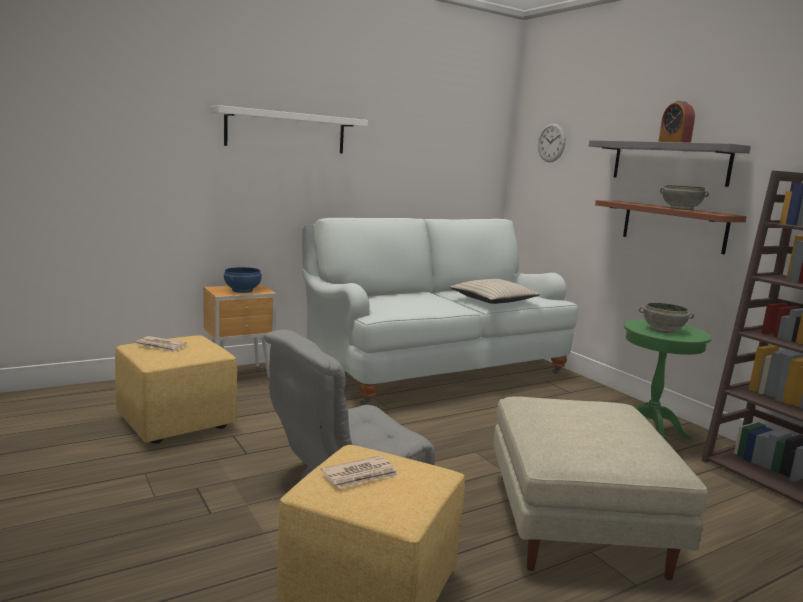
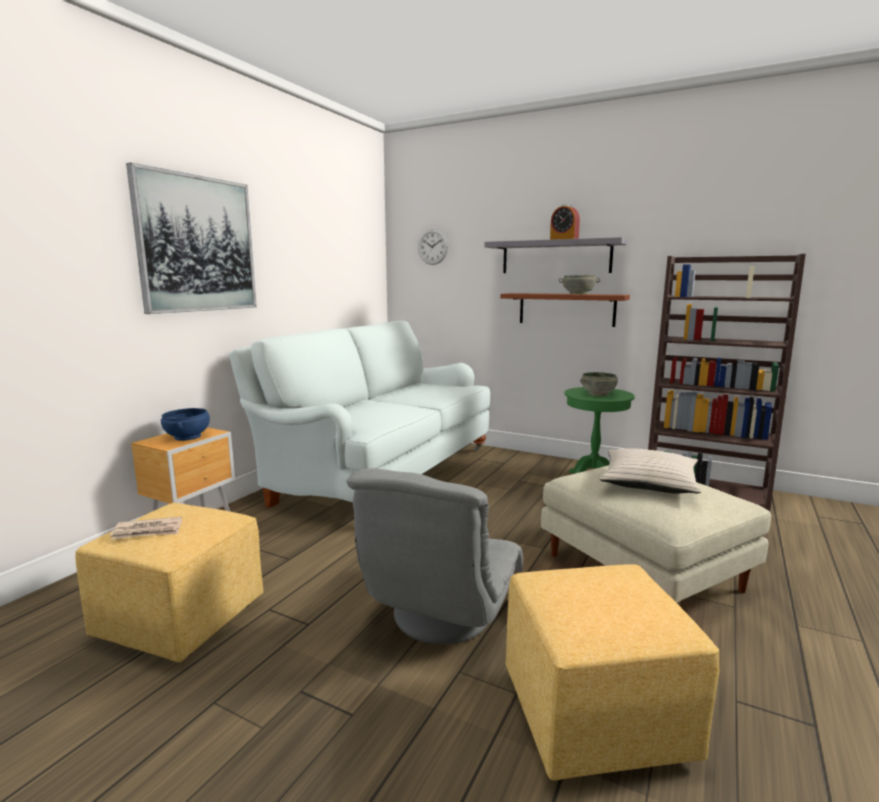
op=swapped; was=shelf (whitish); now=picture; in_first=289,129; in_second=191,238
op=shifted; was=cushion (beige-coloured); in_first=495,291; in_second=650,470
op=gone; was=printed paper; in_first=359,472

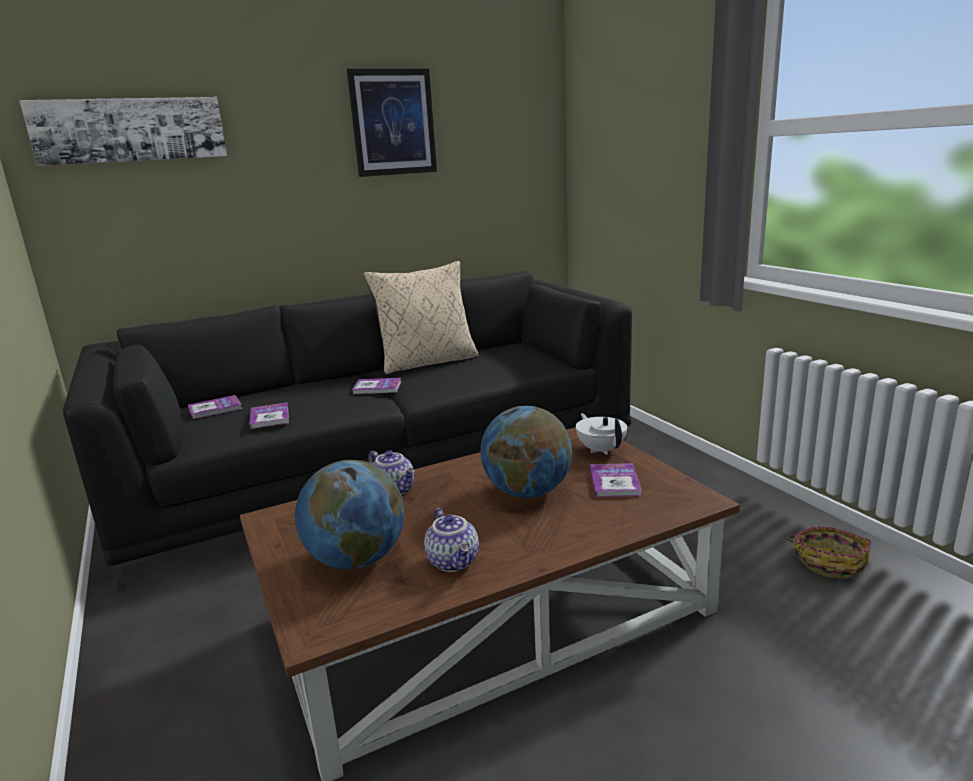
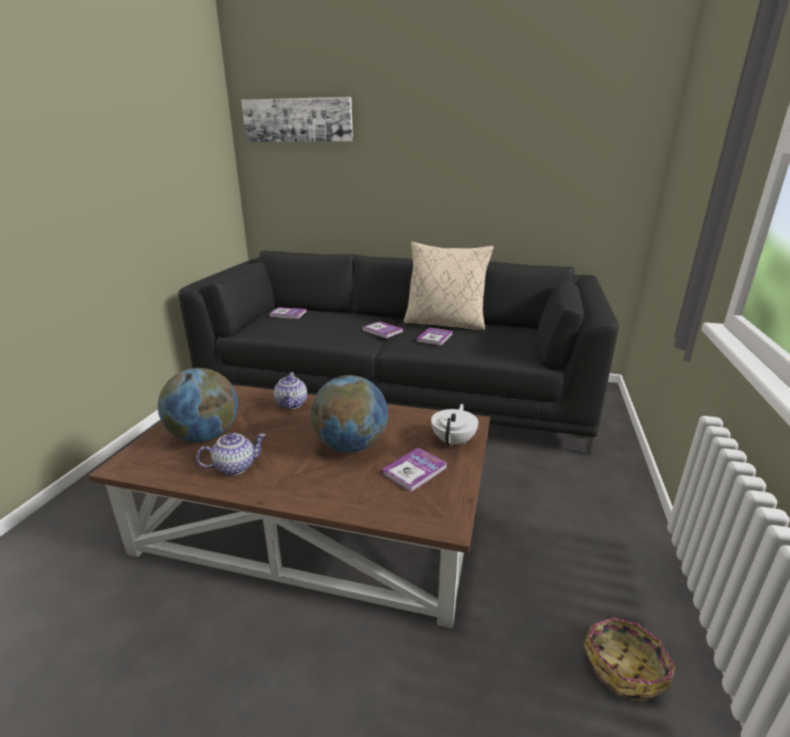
op=gone; was=picture; in_first=392,123
op=shifted; was=book; in_first=269,416; in_second=434,336
op=rotated; was=tea pot; in_first=451,540; in_second=231,454; clockwise=-135

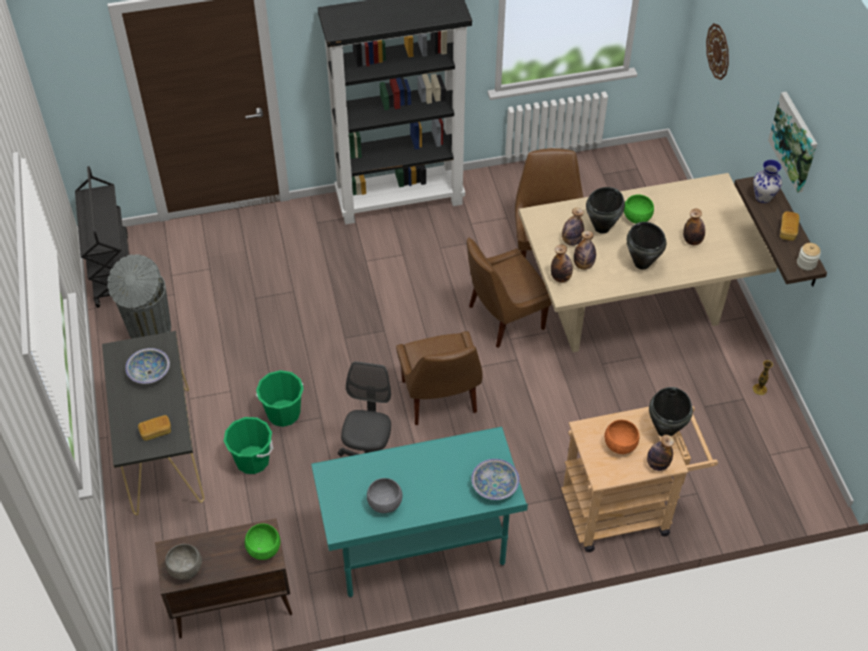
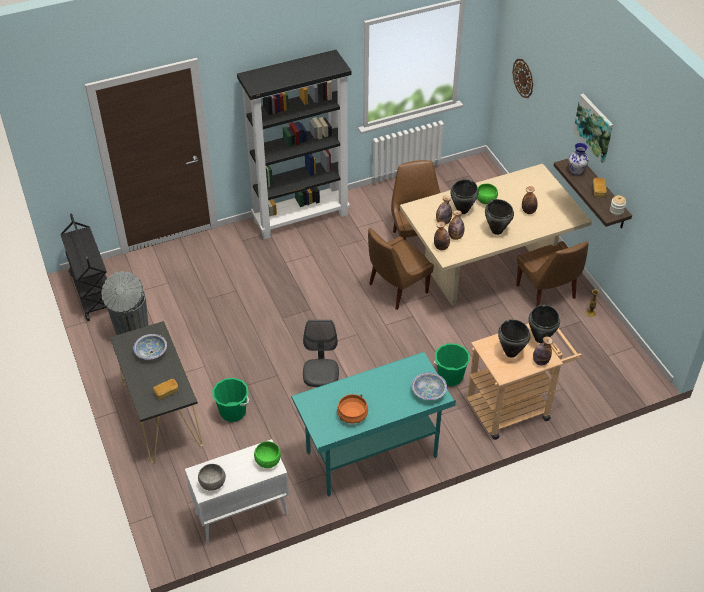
op=shifted; was=plain chair (brownish); in_first=439,378; in_second=552,274
op=shifted; was=pail (green); in_first=280,398; in_second=452,364
op=swapped; was=deep dish (orange-coloured); now=stockpot (blackish); in_first=621,437; in_second=514,338
op=swapped; was=deep dish (grey); now=stockpot (orange-coloured); in_first=385,495; in_second=352,409
op=repainted; was=cupboard (brownish); now=cupboard (whitish); in_first=223,578; in_second=237,491

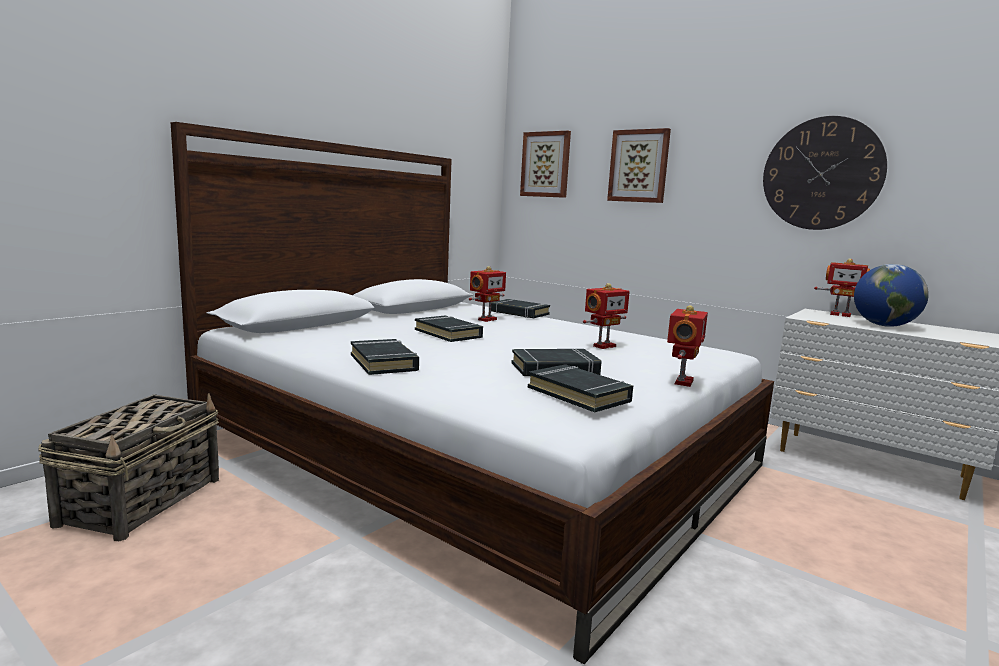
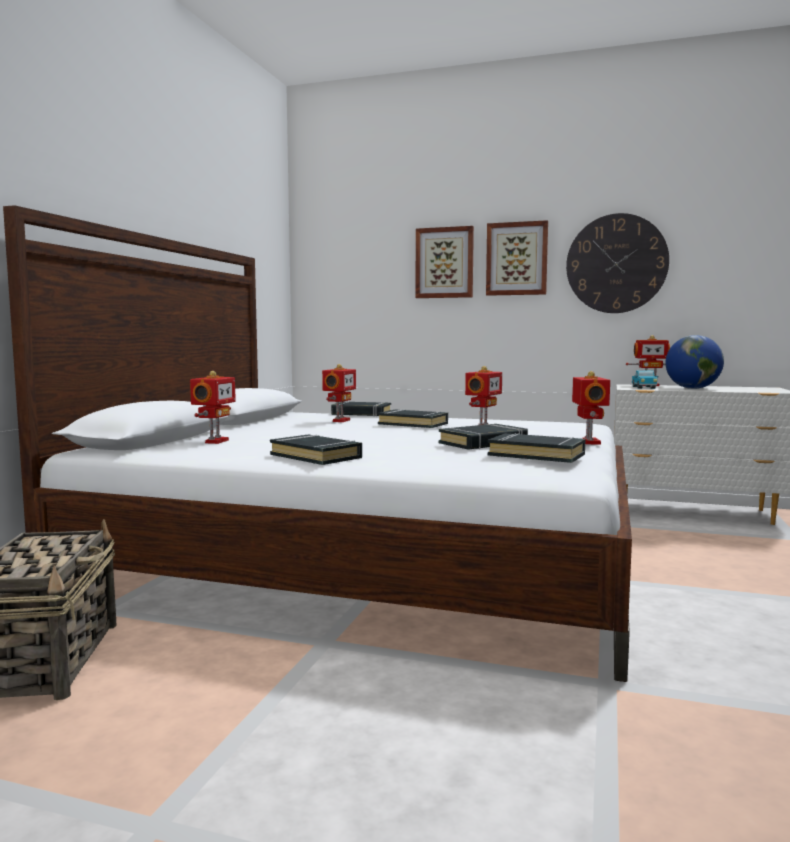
op=shifted; was=picture; in_first=545,164; in_second=517,258
op=shifted; was=book (blackish); in_first=449,329; in_second=413,418
op=new; now=model truck; in_second=645,379
op=new; now=toy robot; in_second=213,407

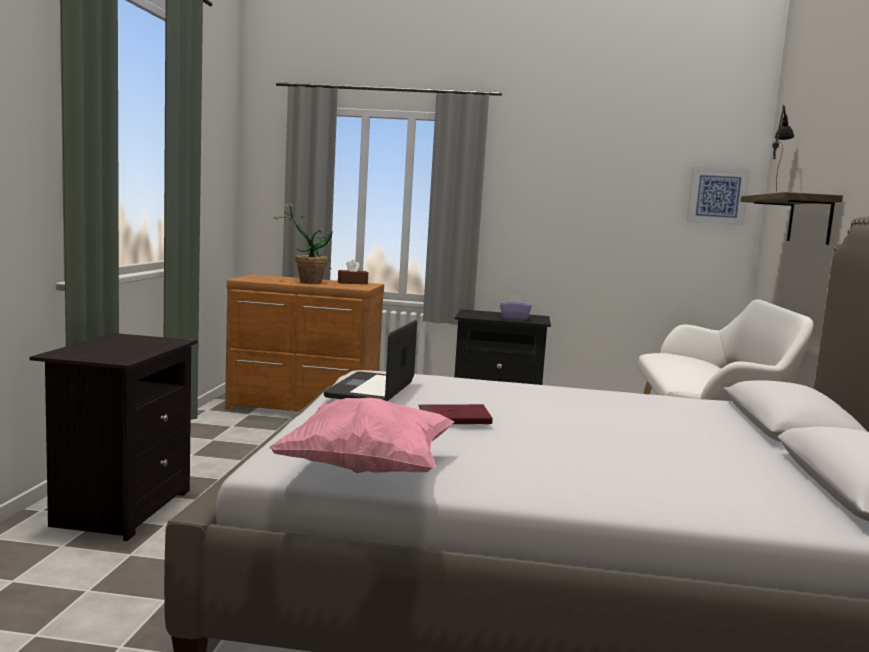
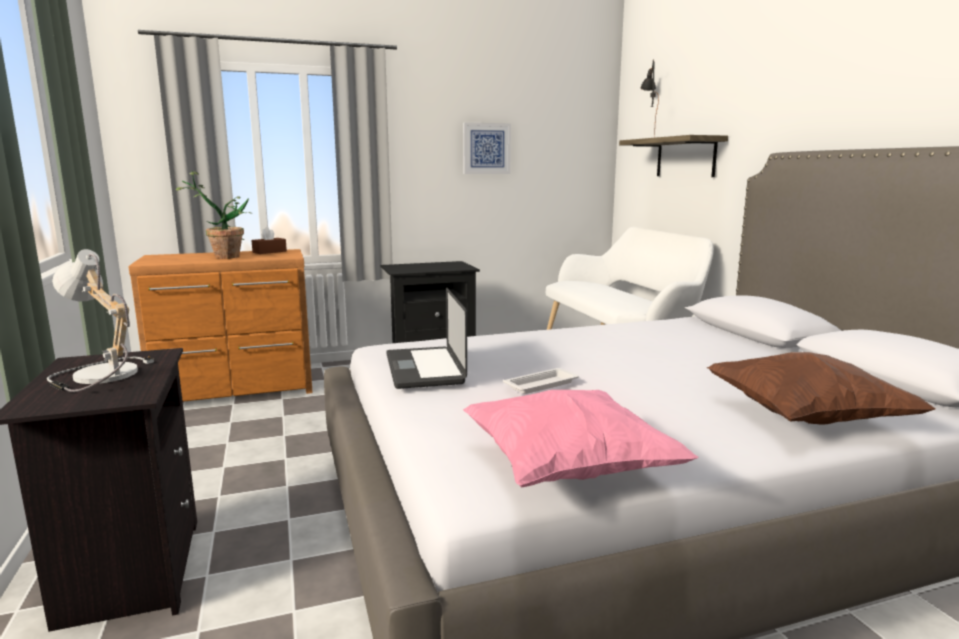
op=shifted; was=picture; in_first=718,196; in_second=487,148
op=gone; was=tissue holder (purple-coloured); in_first=516,307
op=swapped; was=book (reddish); now=carrying tray (whitish); in_first=455,414; in_second=541,381
op=new; now=tabletop lamp; in_second=100,320
op=new; now=cushion (brownish); in_second=821,388

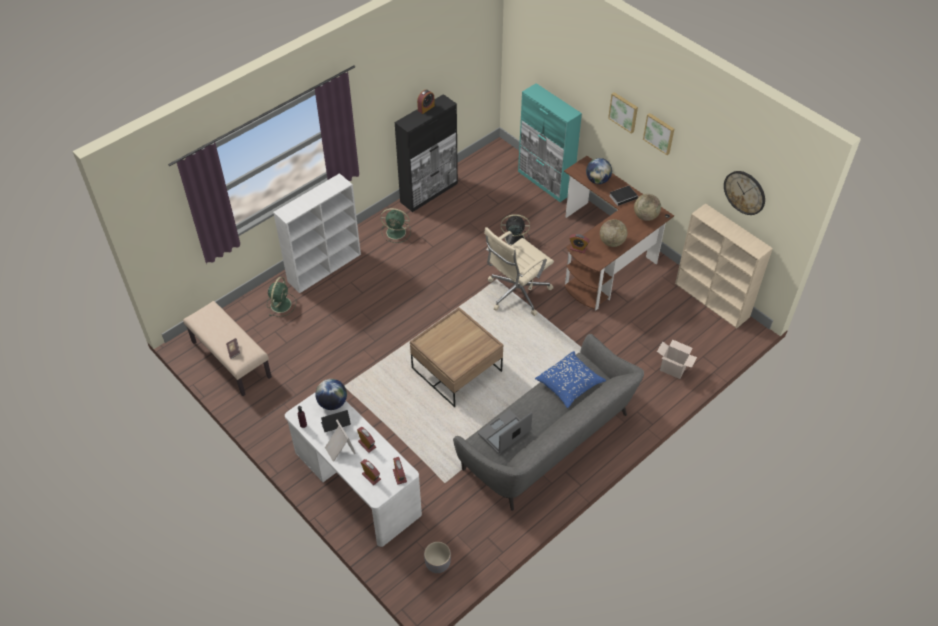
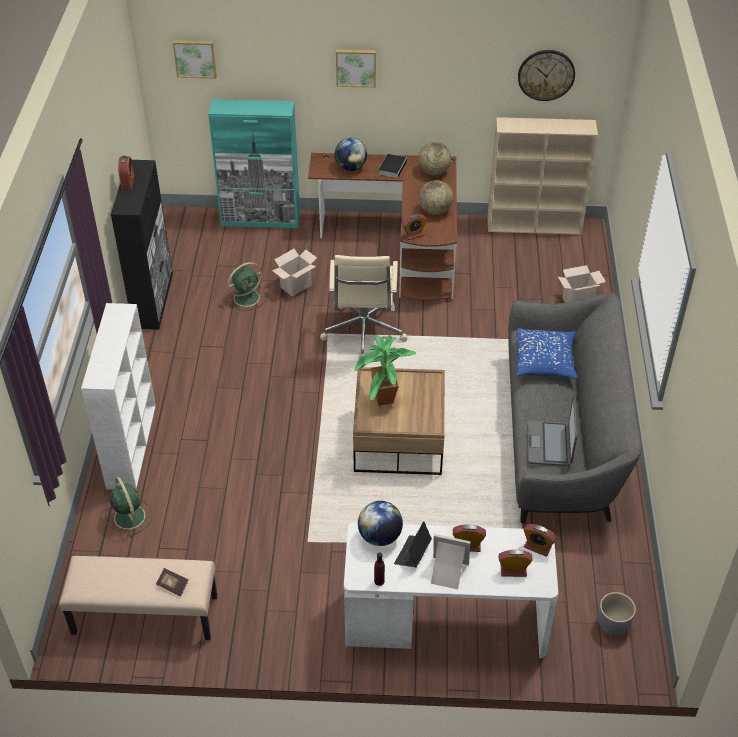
op=shifted; was=picture; in_first=658,134; in_second=195,59
op=shifted; was=cooling fan (green); in_first=396,225; in_second=246,286
op=swapped; was=cooling fan (blackish); now=cardboard box; in_first=515,229; in_second=294,273
op=new; now=houseplant; in_second=385,370

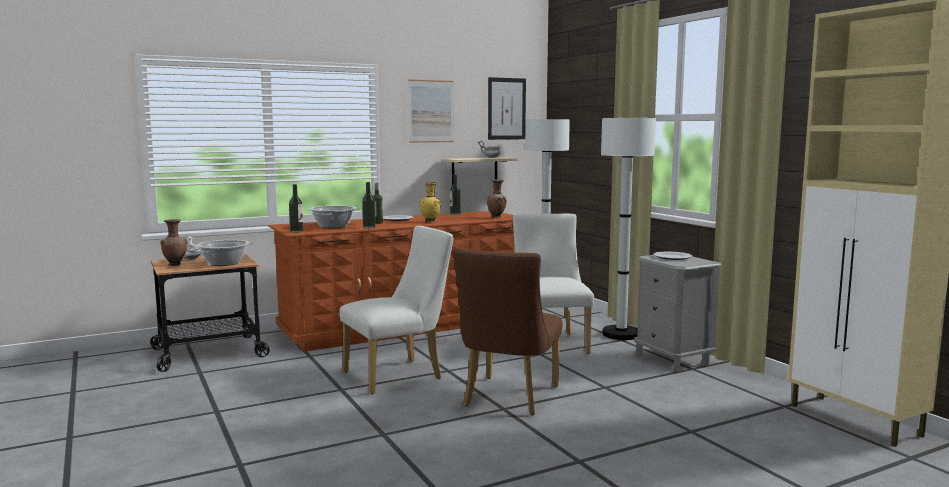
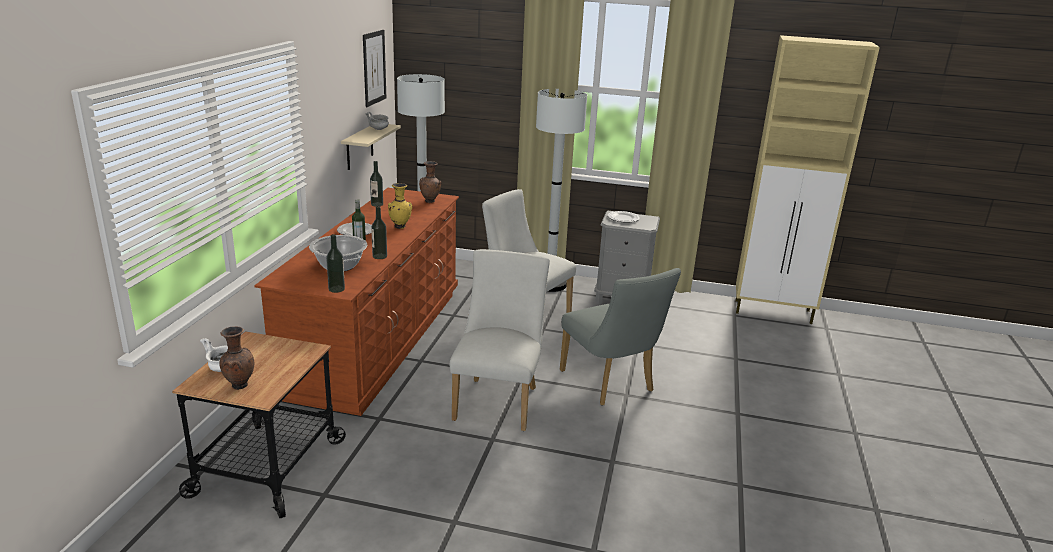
op=gone; was=picture; in_first=431,111
op=gone; was=stockpot; in_first=223,253
op=repainted; was=plain chair (brownish); now=plain chair (grey); in_first=508,332; in_second=620,337

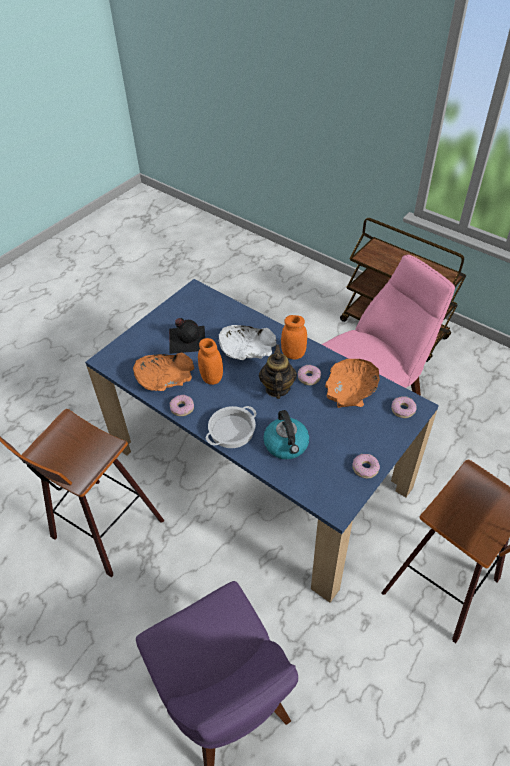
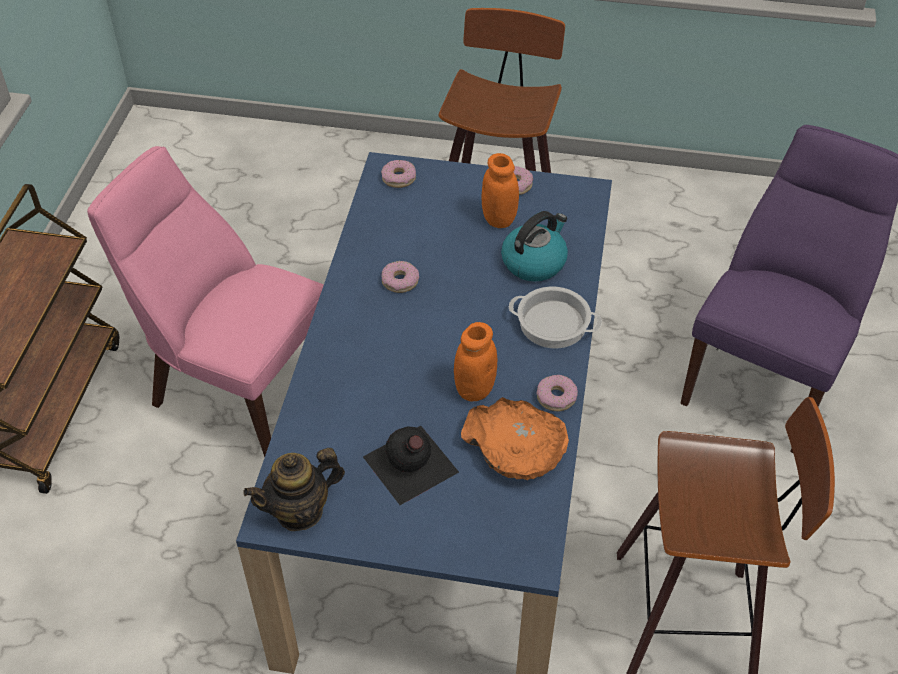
op=shifted; was=storage jar (orange-coloured); in_first=294,337; in_second=500,190
op=gone; was=deep dish (whitish); in_first=248,342
op=shifted; was=tea pot; in_first=278,372; in_second=294,489
op=gone; was=deep dish (orange-coloured); in_first=352,383

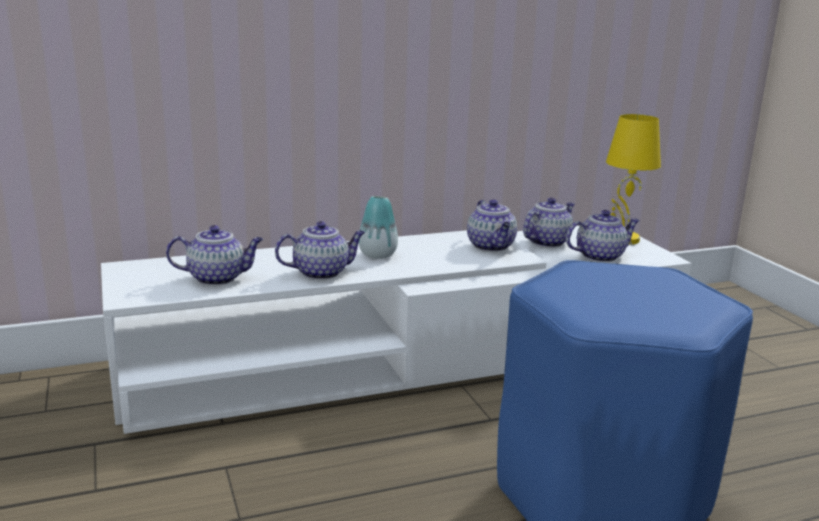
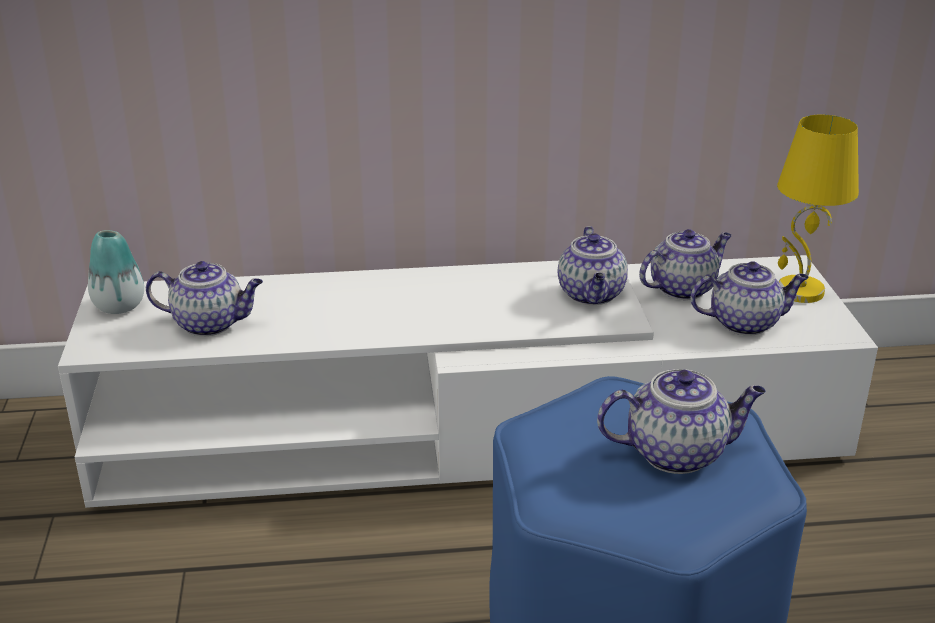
op=shifted; was=decorative vase; in_first=378,227; in_second=116,272
op=shifted; was=tea pot; in_first=320,250; in_second=681,421

